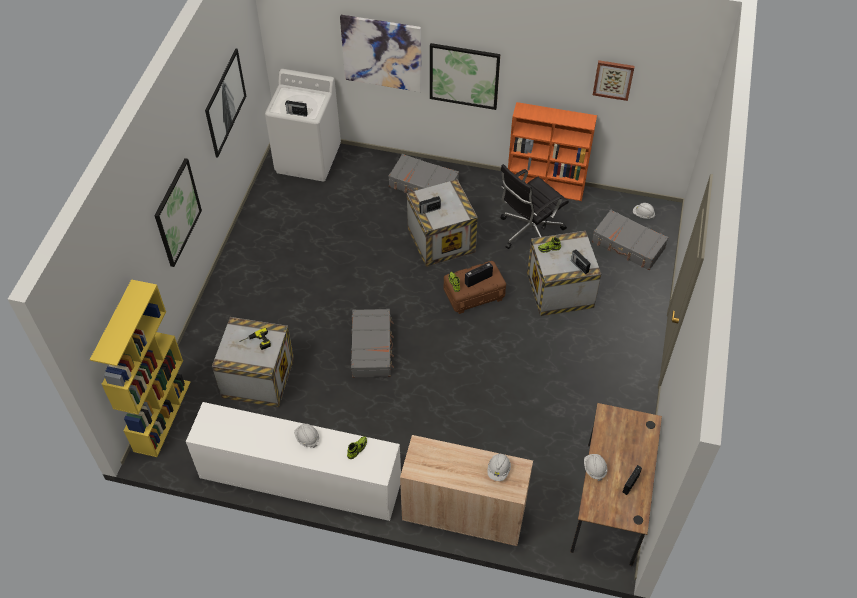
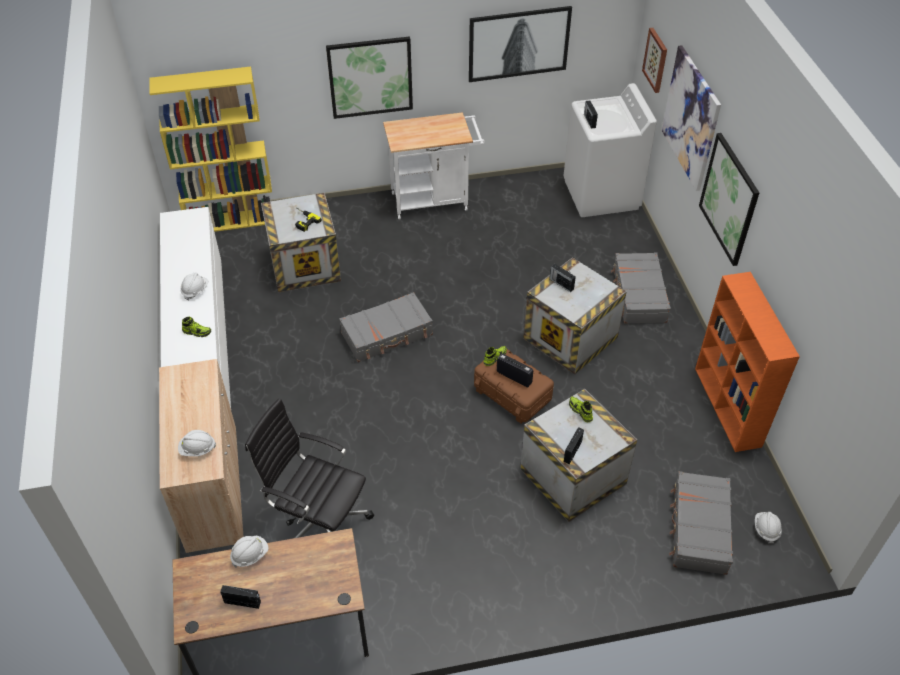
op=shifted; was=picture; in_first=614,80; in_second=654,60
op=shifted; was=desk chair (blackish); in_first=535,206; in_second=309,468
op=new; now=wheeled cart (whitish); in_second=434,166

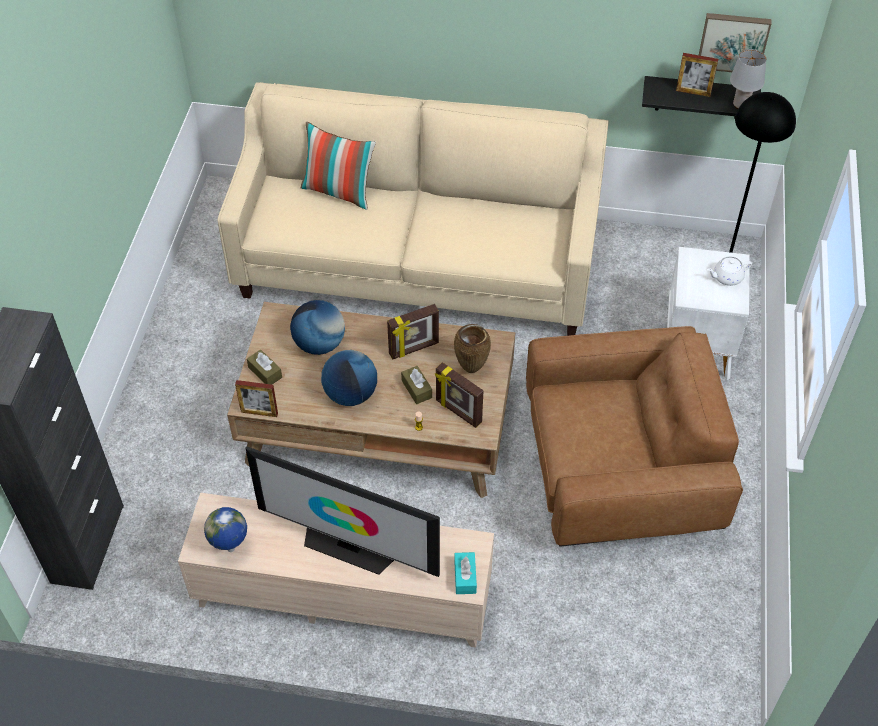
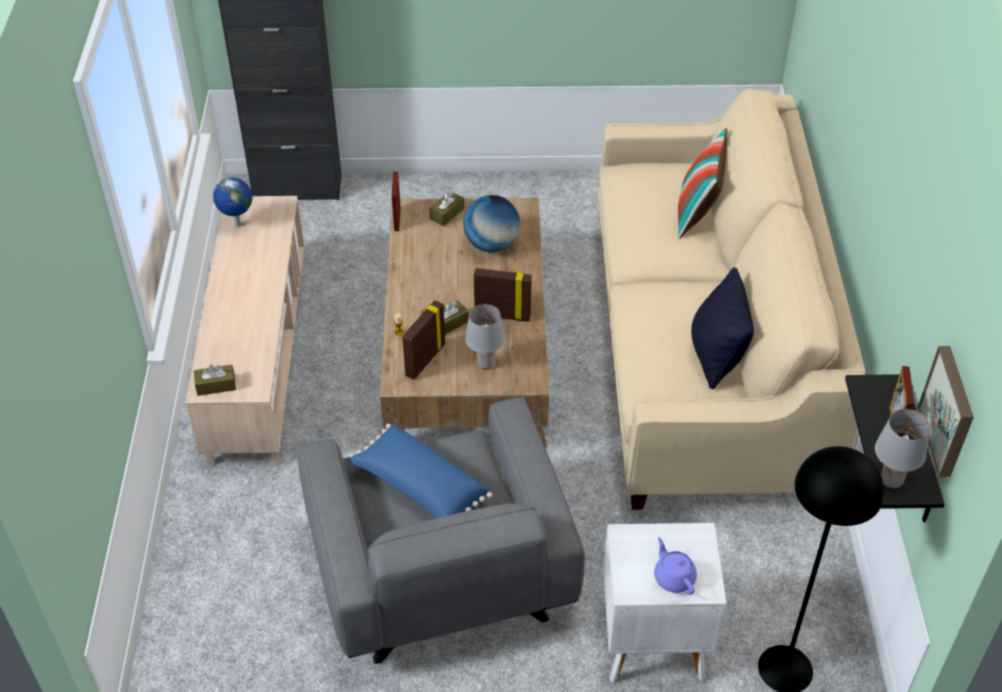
op=repainted; was=tea pot (whitish); now=tea pot (purple-coloured); in_first=729,271; in_second=675,566
op=rotated; was=picture frame; in_first=413,332; in_second=503,295; clockwise=135
op=swapped; was=decorative vase (brownish); now=tabletop lamp (grey); in_first=472,348; in_second=485,336
op=repainted; was=easy chair (brownish); now=easy chair (grey); in_first=634,436; in_second=441,530
op=gone; was=world globe; in_first=349,378
op=gone; was=television; in_first=343,511
op=repainted; was=tissue holder (turquoise); now=tissue holder (brownish); in_first=465,573; in_second=215,380
op=new; now=cushion (blackish); in_second=722,328
op=new; now=cushion (blue); in_second=420,471

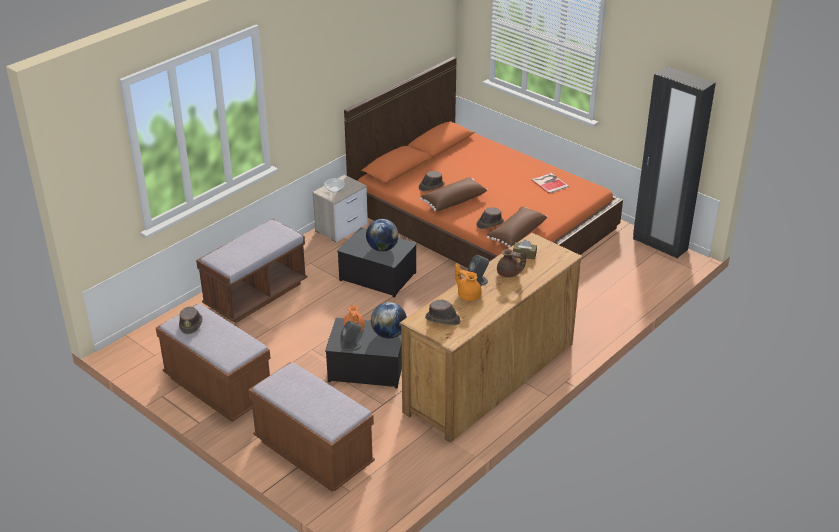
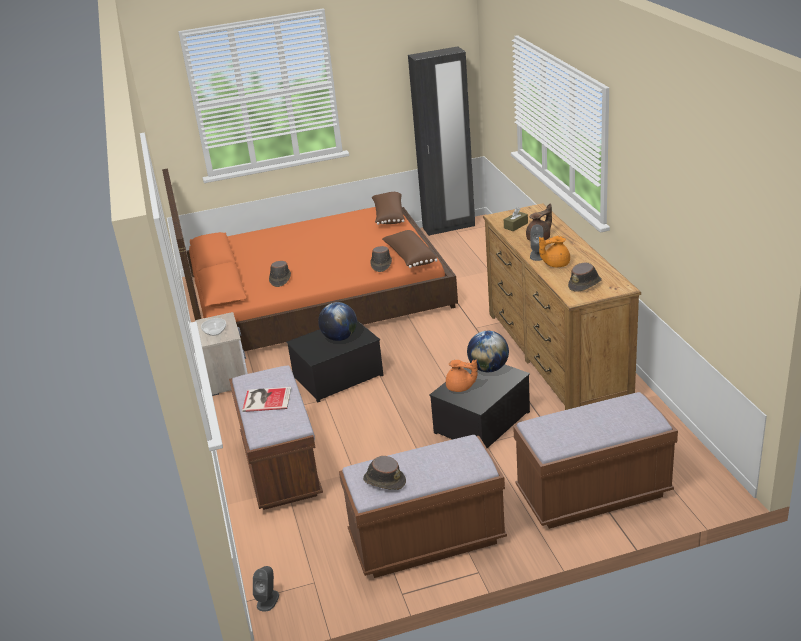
op=shifted; was=book; in_first=550,183; in_second=266,399
op=shifted; was=cushion (brownish); in_first=454,194; in_second=388,208
op=shifted; was=loudspeaker (grey); in_first=351,336; in_second=266,589

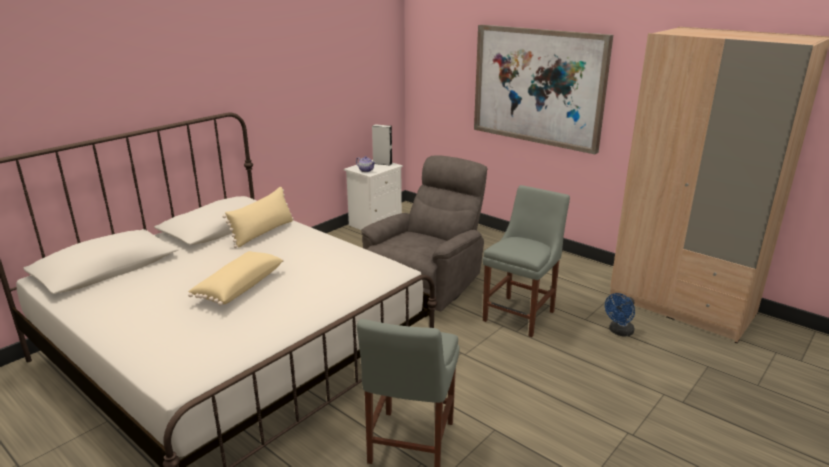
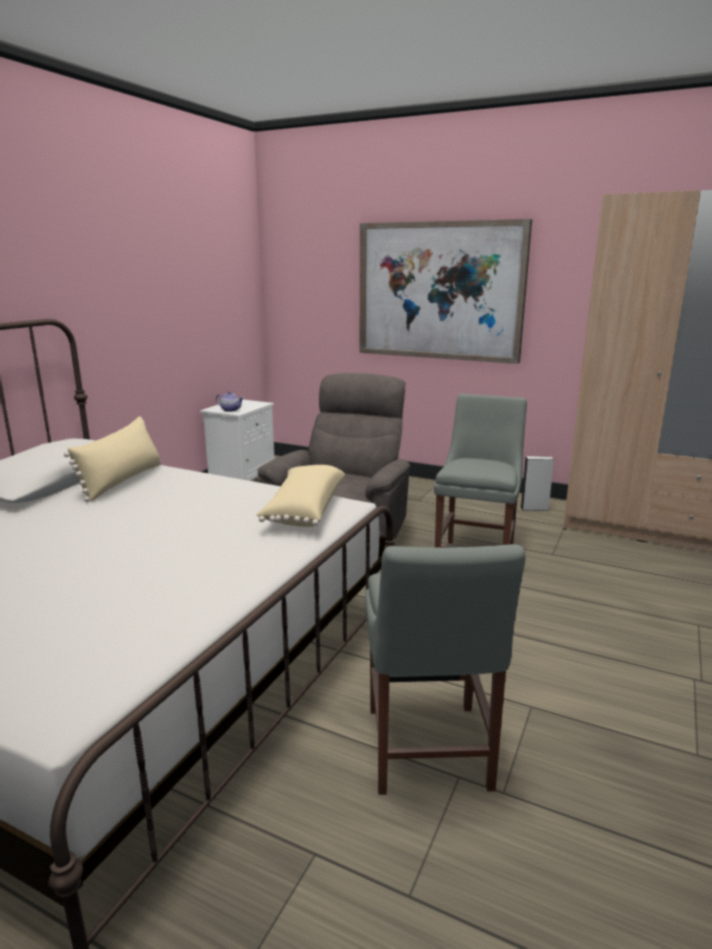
op=shifted; was=loudspeaker (grey); in_first=382,144; in_second=537,483
op=shifted; was=cushion (beige-coloured); in_first=236,278; in_second=300,496
op=gone; was=cooling fan (blue); in_first=620,314

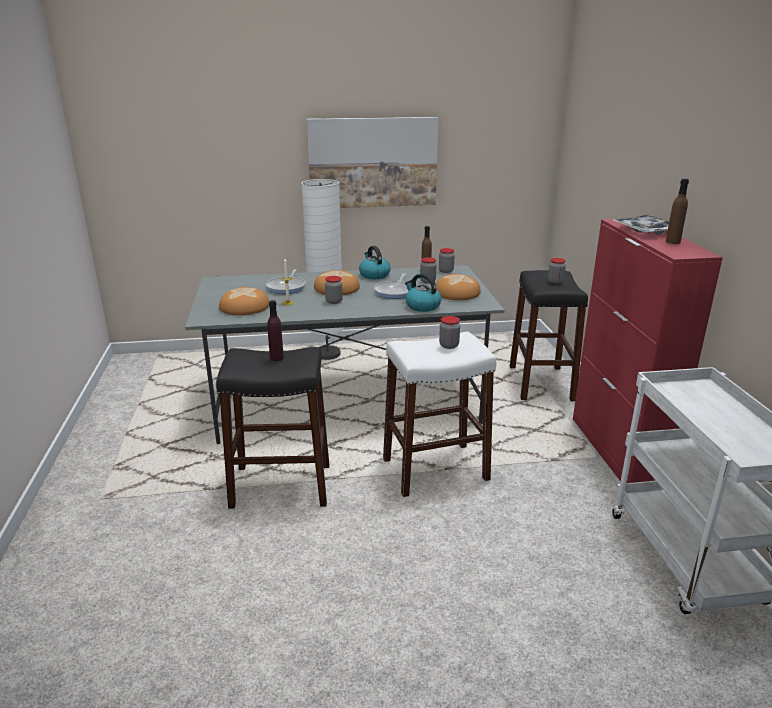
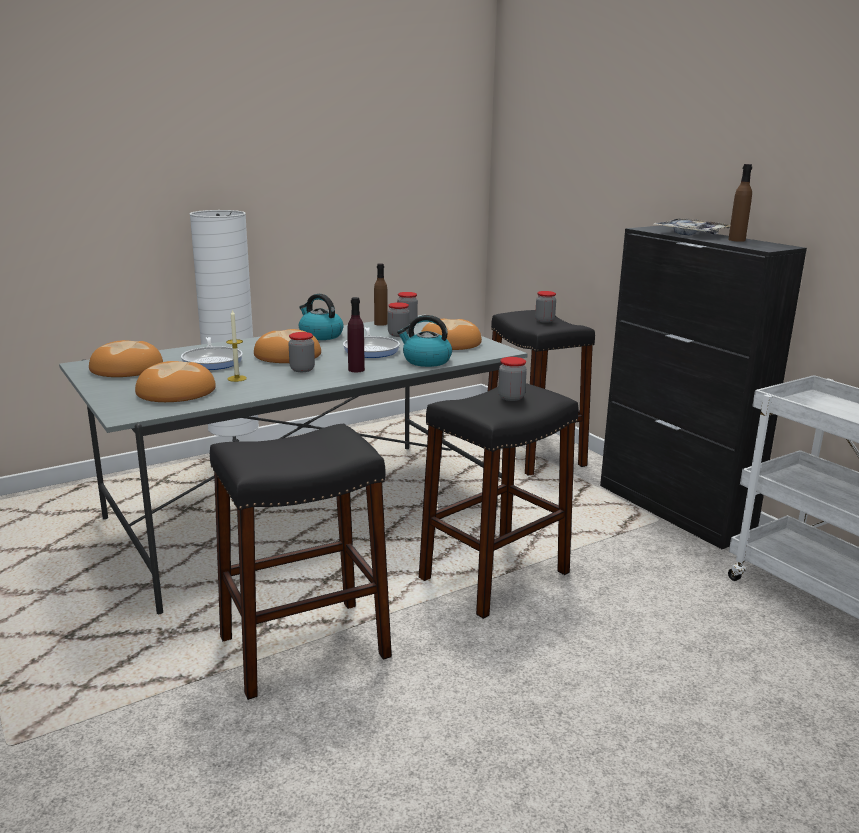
op=gone; was=picture; in_first=373,162
op=repainted; was=cupboard (reddish); now=cupboard (blackish); in_first=648,350; in_second=703,387
op=shifted; was=beverage bottle (purple-coloured); in_first=275,330; in_second=356,334
op=repainted; was=stool seat (whitish); now=stool seat (blackish); in_first=439,414; in_second=499,501
op=new; now=bread; in_second=126,358

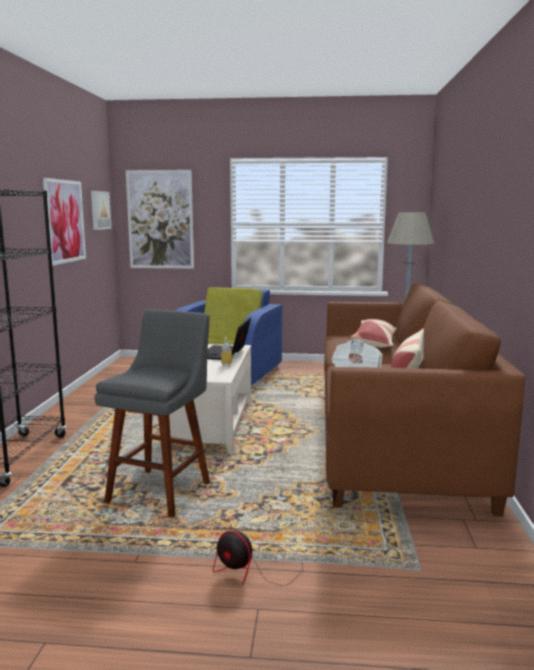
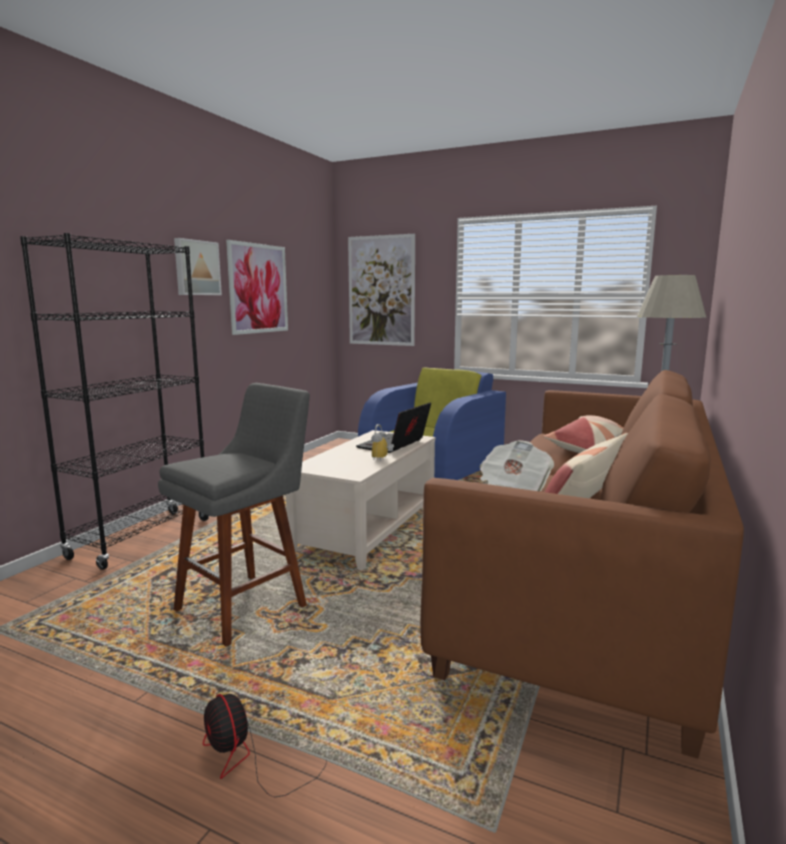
op=shifted; was=picture; in_first=101,210; in_second=198,266

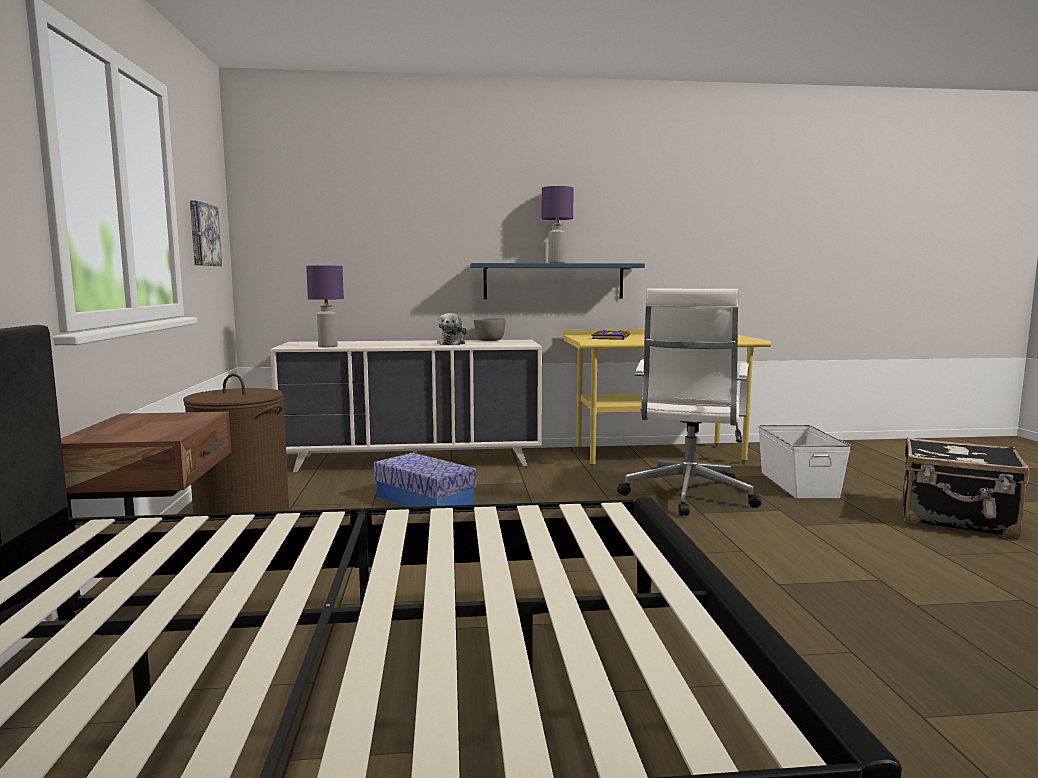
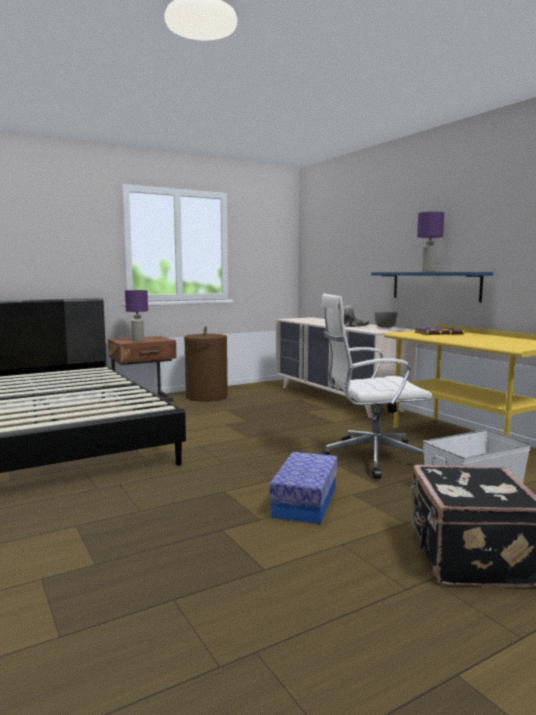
op=gone; was=picture; in_first=206,233
op=shifted; was=tabletop lamp (purple-coloured); in_first=325,306; in_second=136,316
op=shifted; was=storage container; in_first=425,480; in_second=303,488

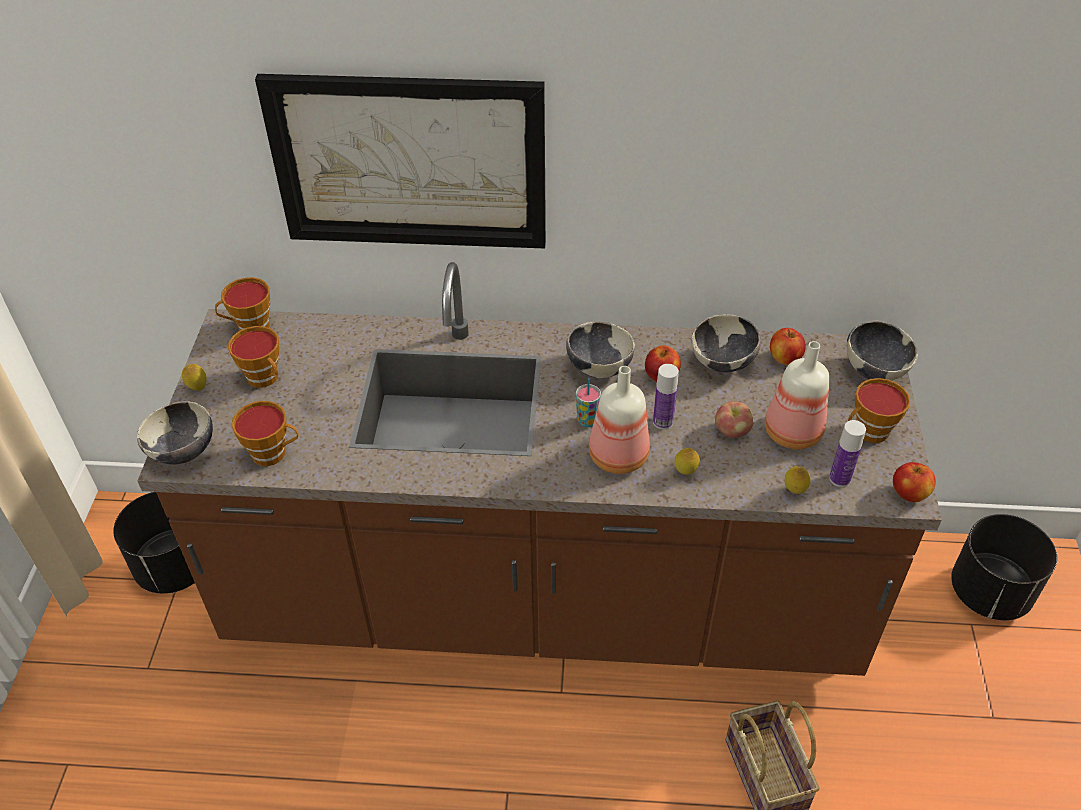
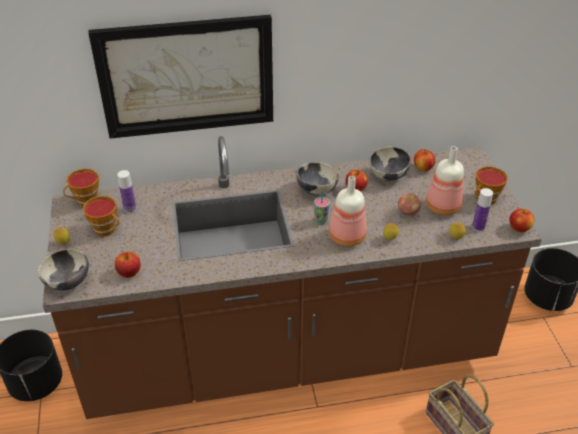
op=gone; was=deep dish; in_first=882,351
op=shifted; was=beverage bottle; in_first=666,396; in_second=126,191
op=swapped; was=small cup; now=apple; in_first=265,433; in_second=128,265

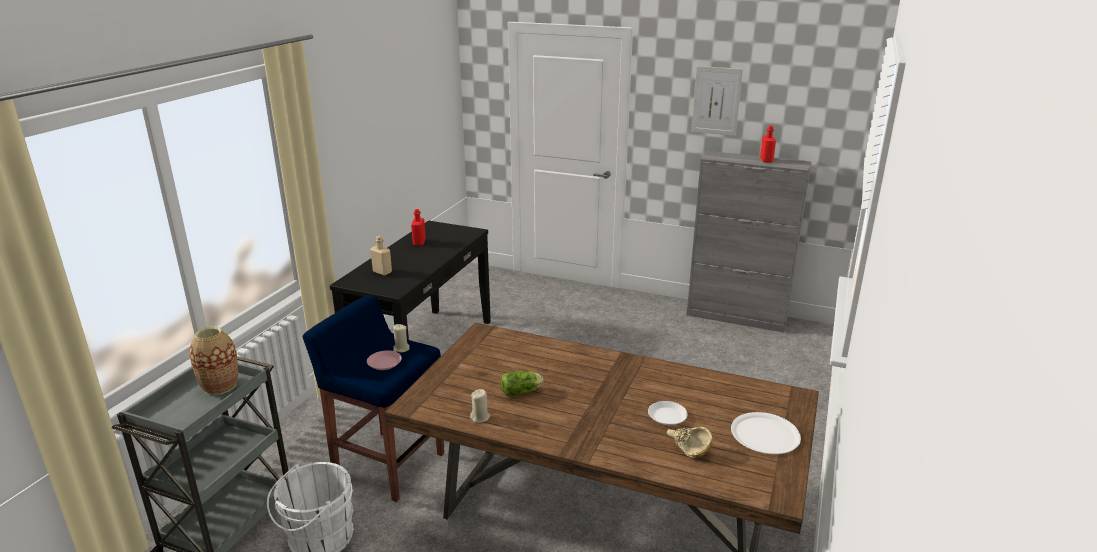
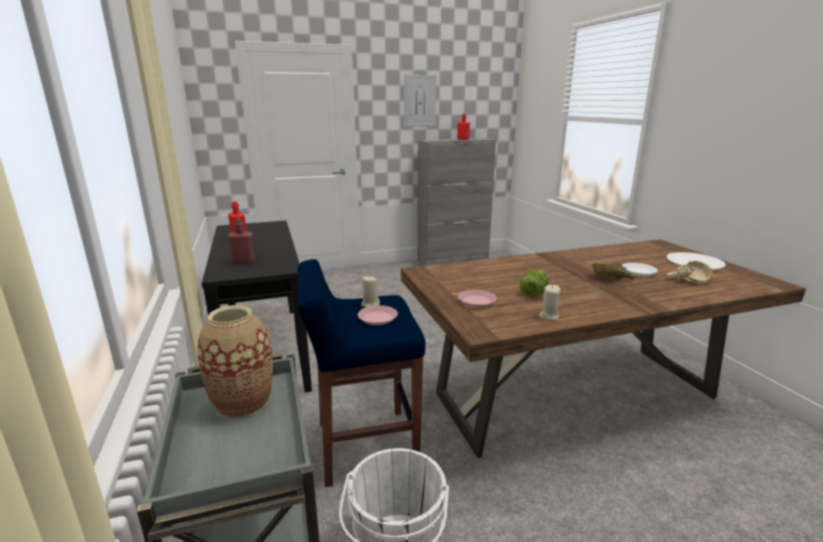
op=repainted; was=beverage bottle (beige-coloured); now=beverage bottle (reddish); in_first=381,256; in_second=241,241
op=new; now=deep dish (brownish); in_second=614,271
op=new; now=plate (pinkish); in_second=477,299

